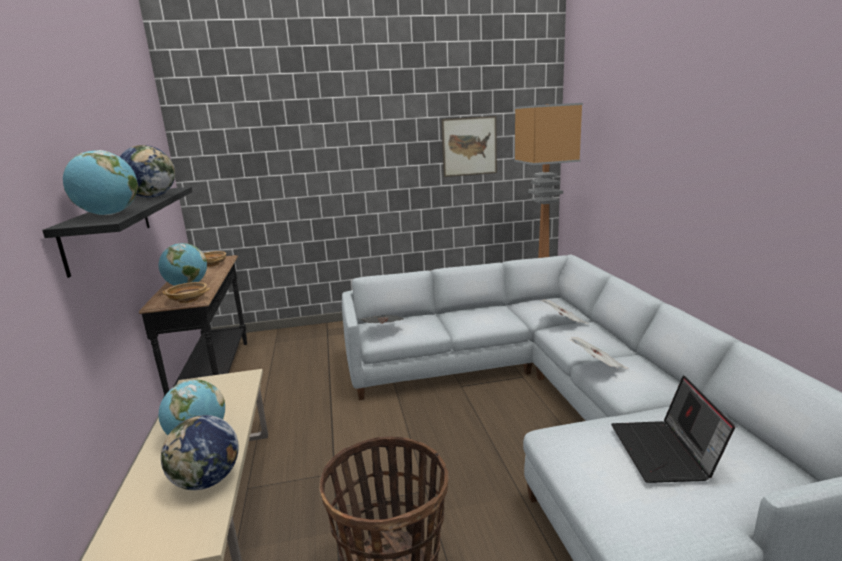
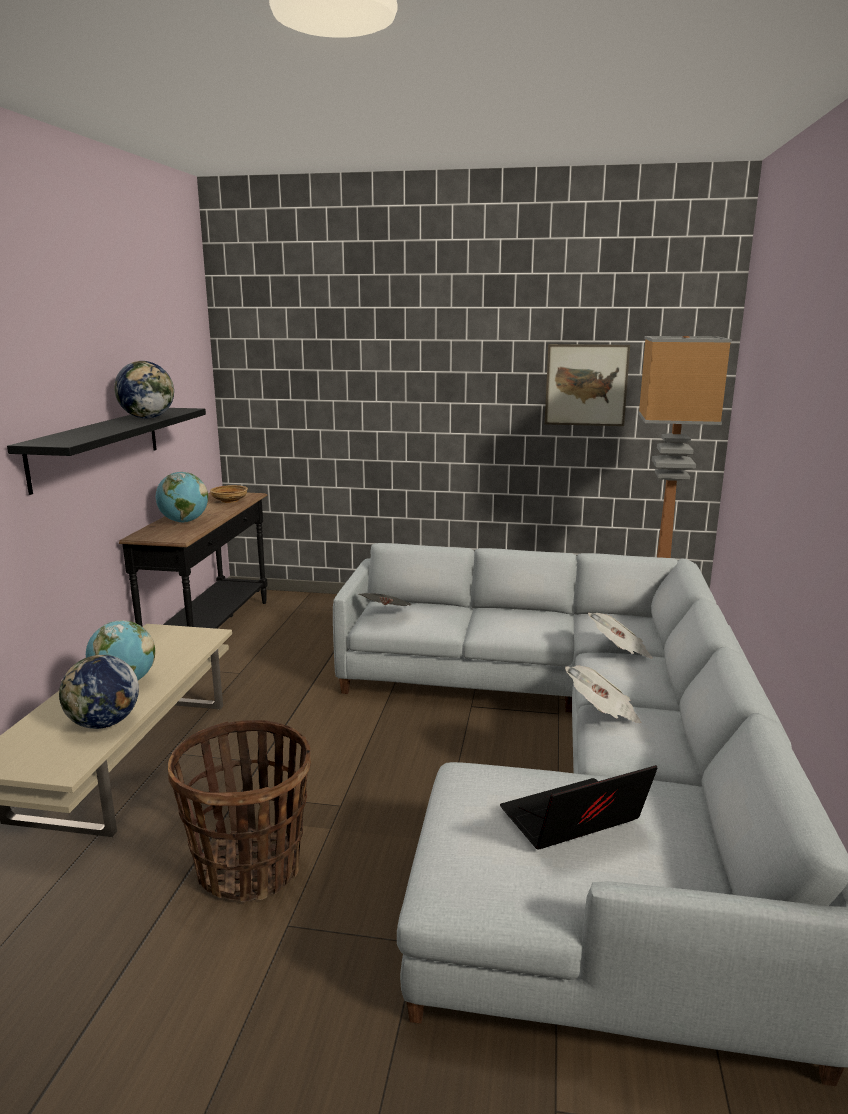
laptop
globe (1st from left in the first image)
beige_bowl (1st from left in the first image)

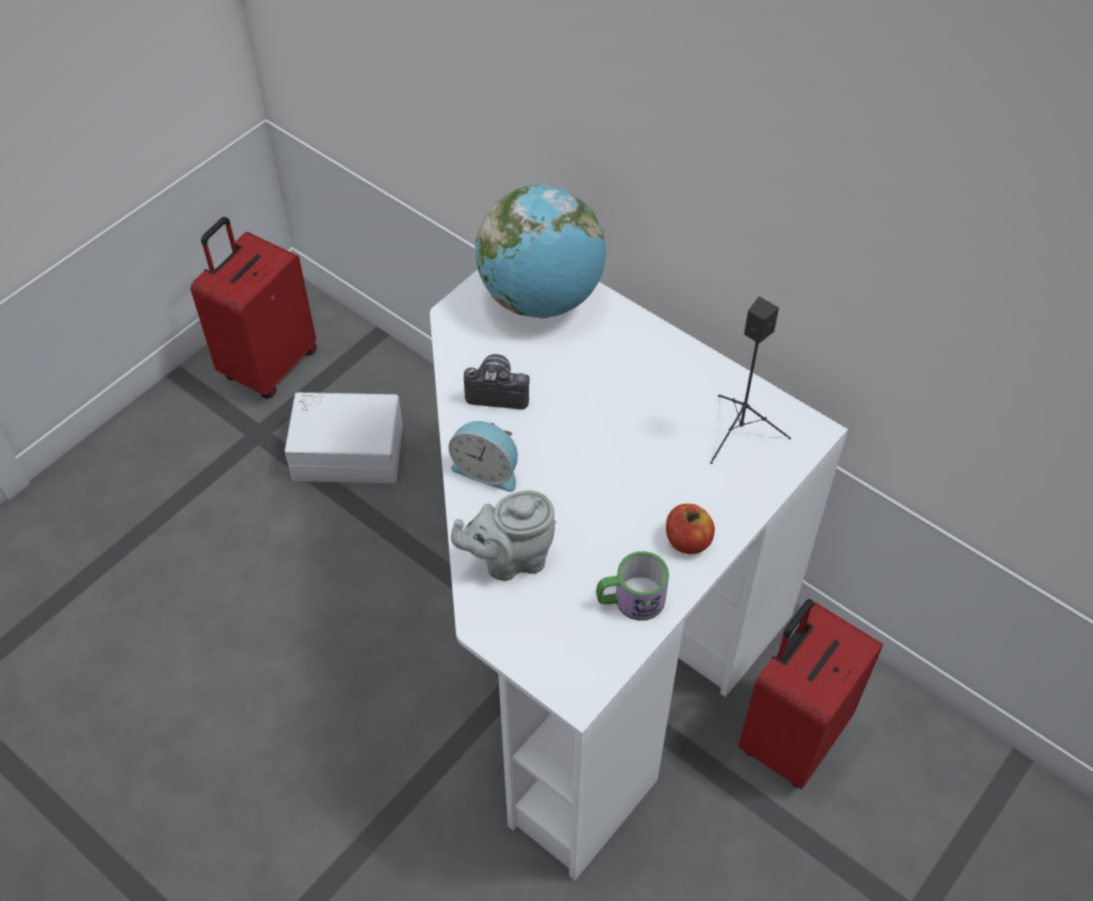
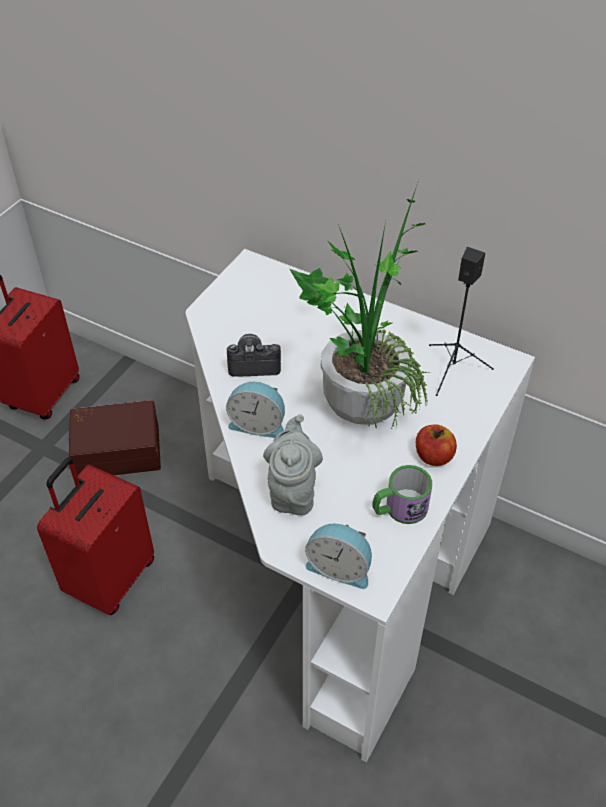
red_suitcase (2nd from left)
brown_storage_box
grey_teapot
potted_plant
alarm_clock (2nd from left)
globe

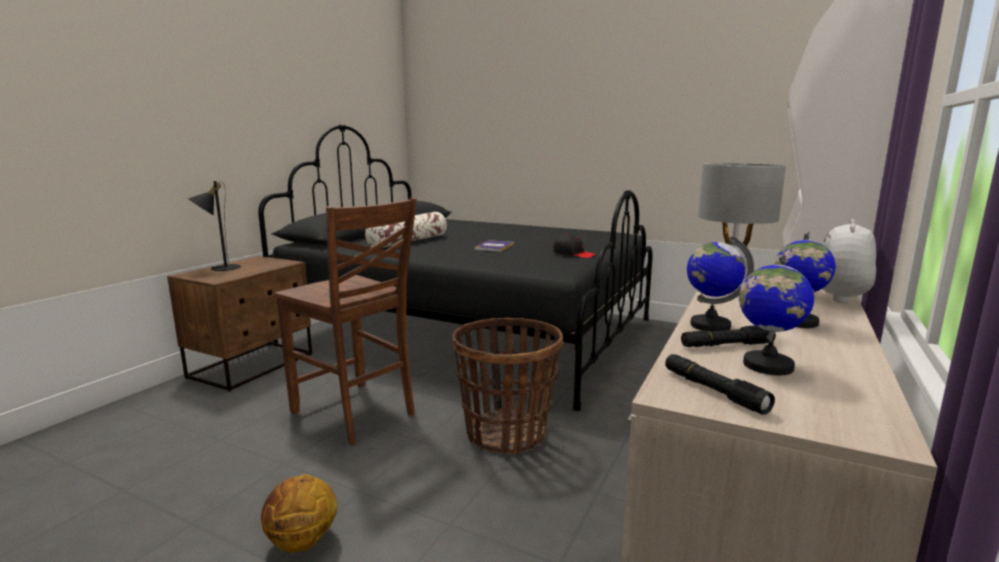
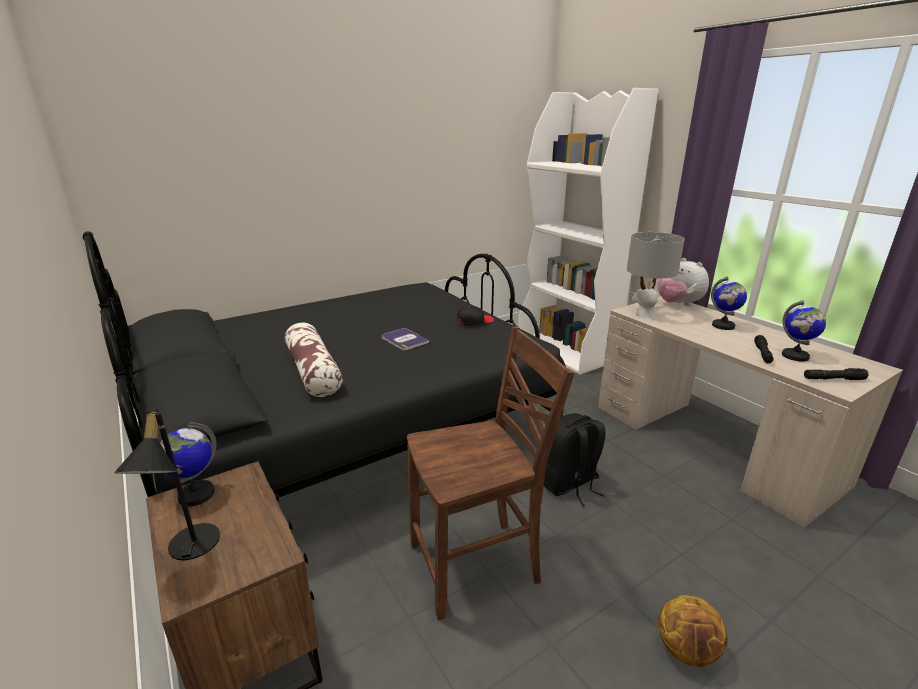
globe (1st from left)
black_backpack

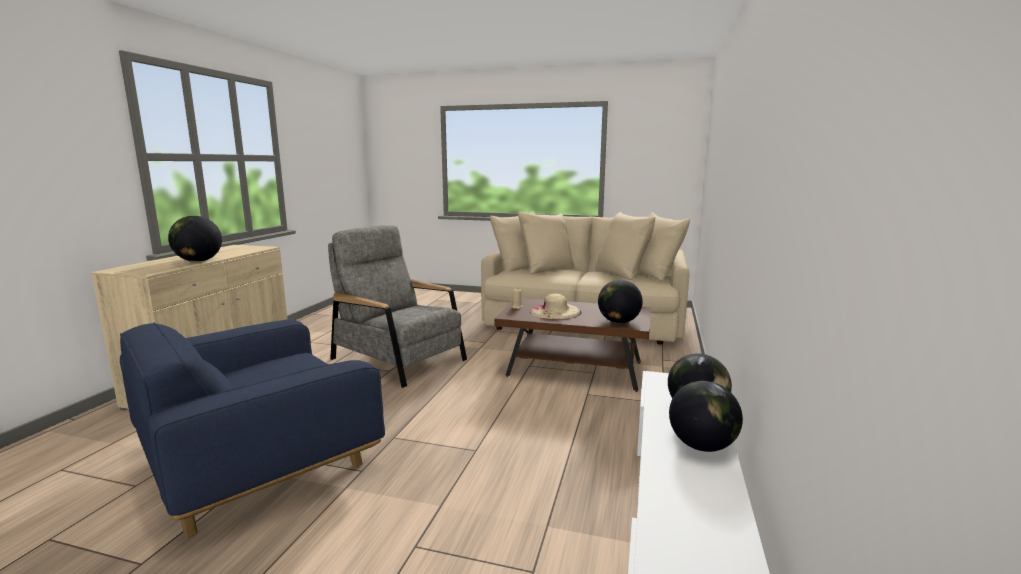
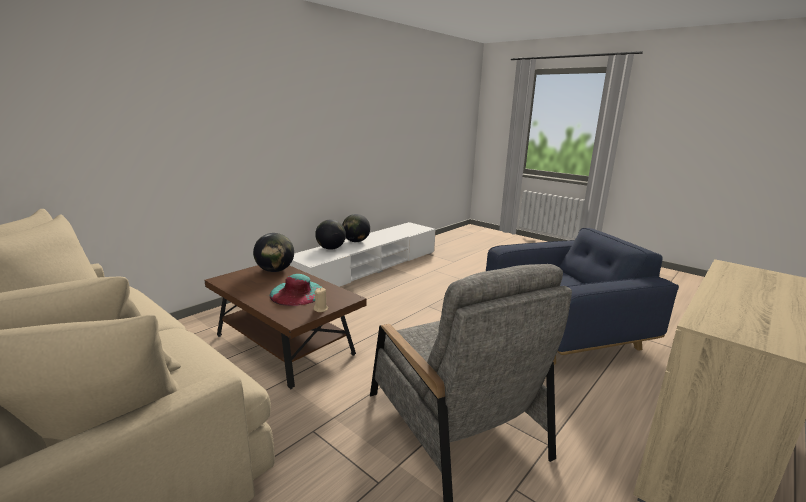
turquoise_hat
globe (1st from left in the first image)

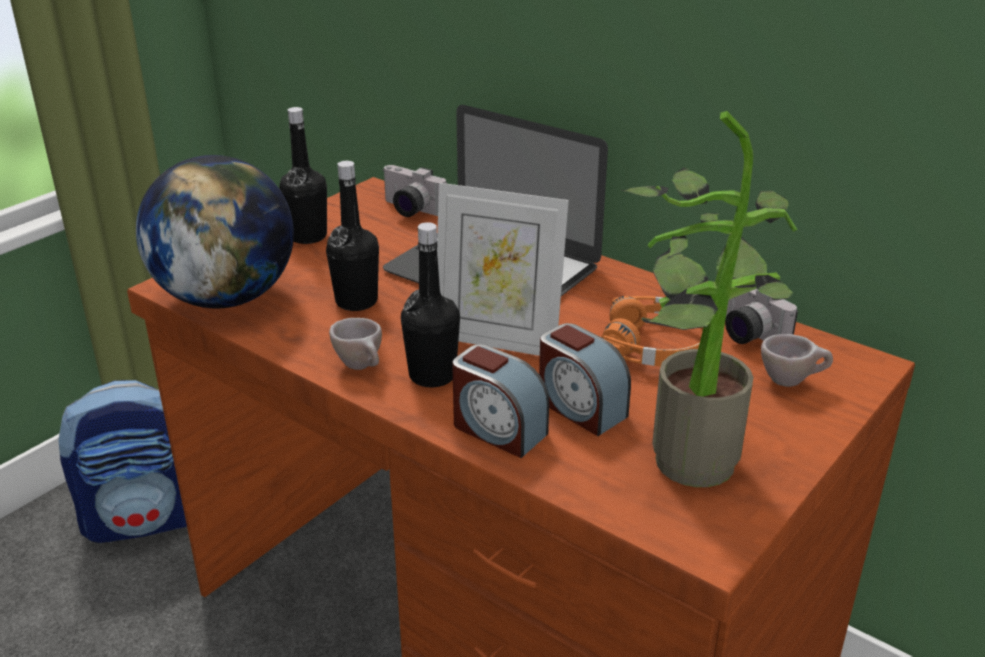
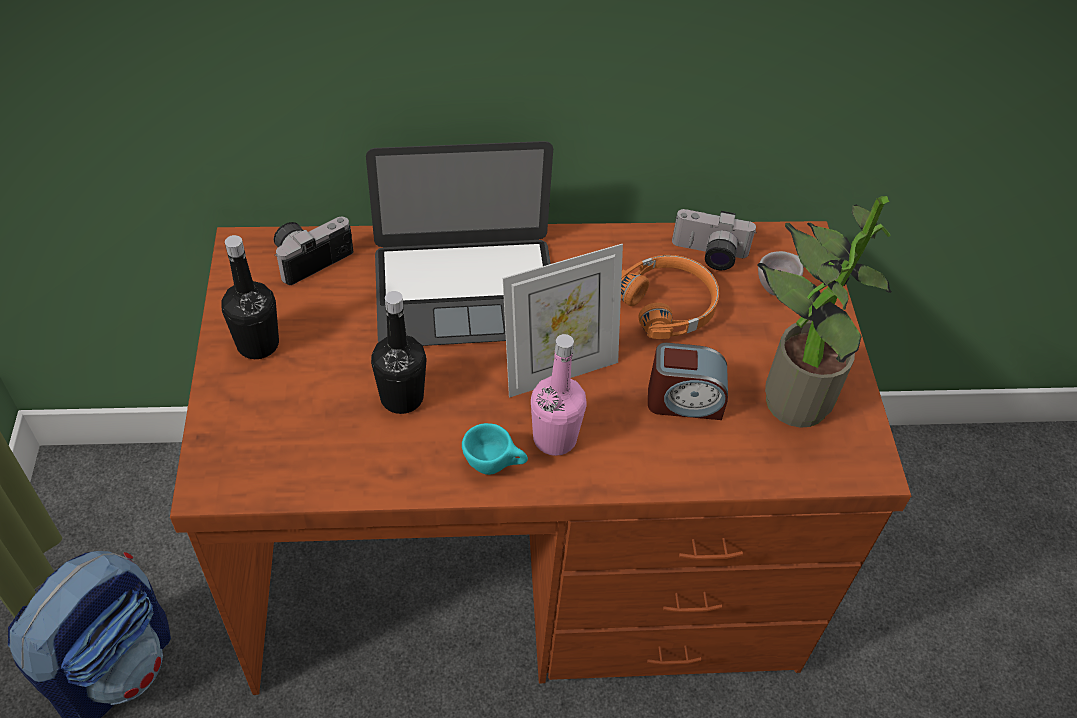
photo_camera (1st from left)
turquoise_cup
pink_bottle
globe
alarm_clock (1st from left in the first image)

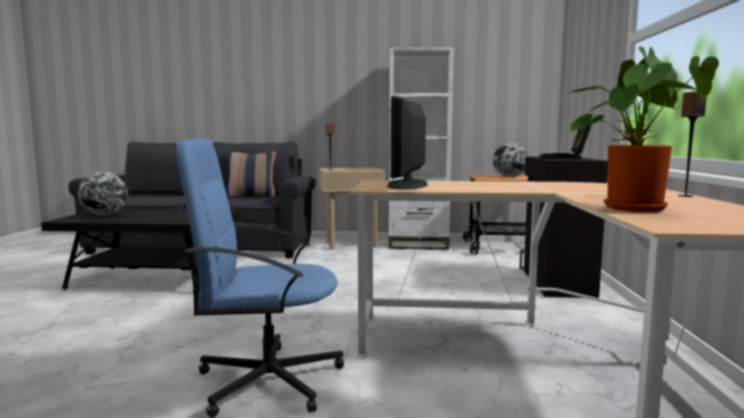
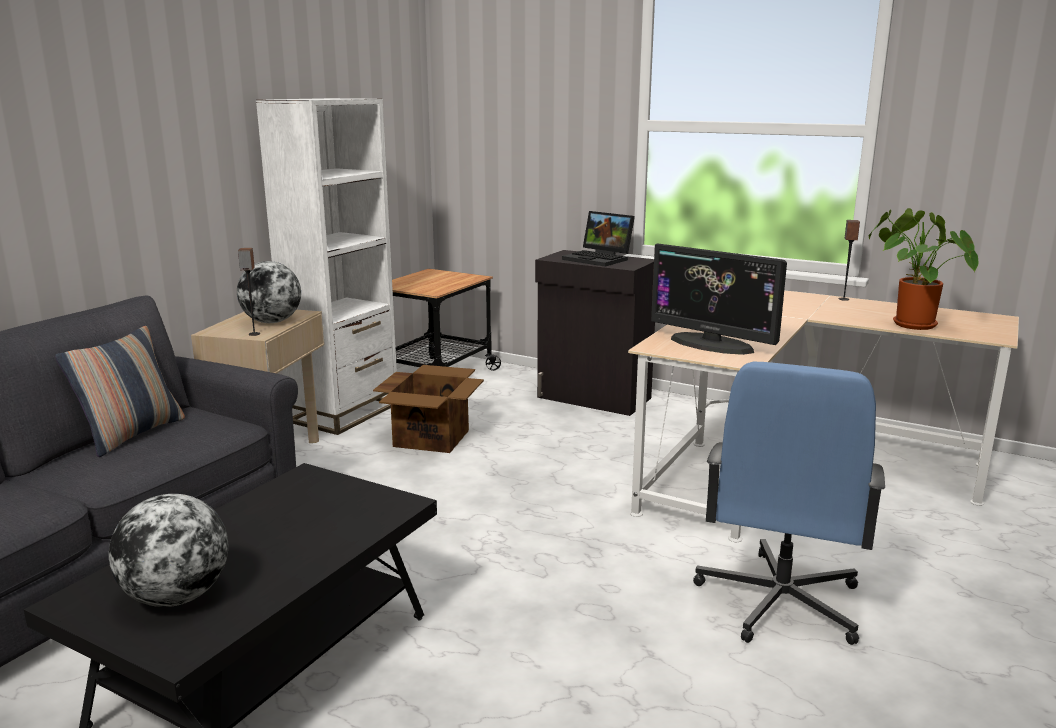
globe (2nd from left)
cardboard_box

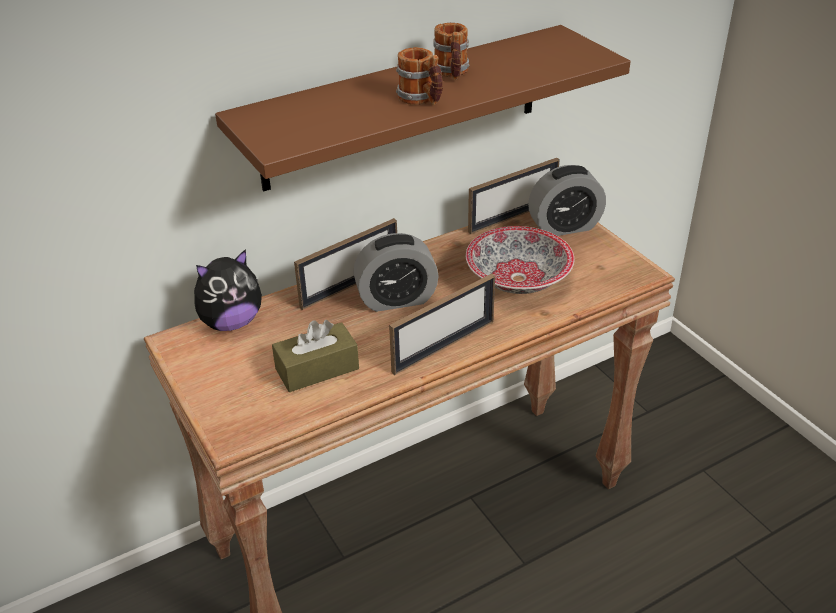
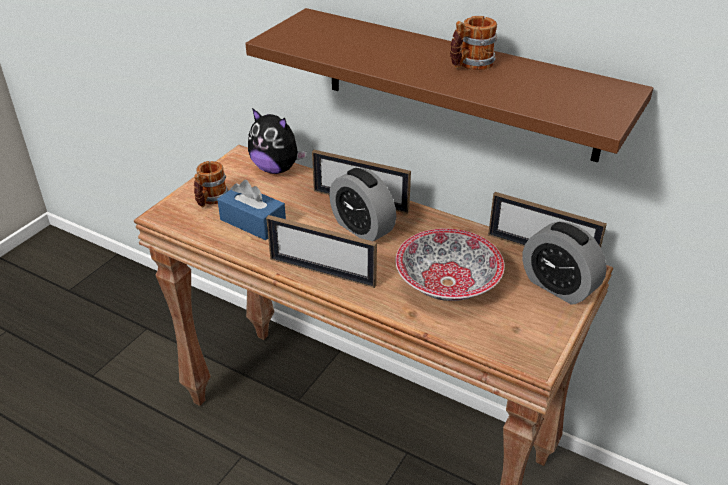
mug (1st from left)
blue_tissue_box

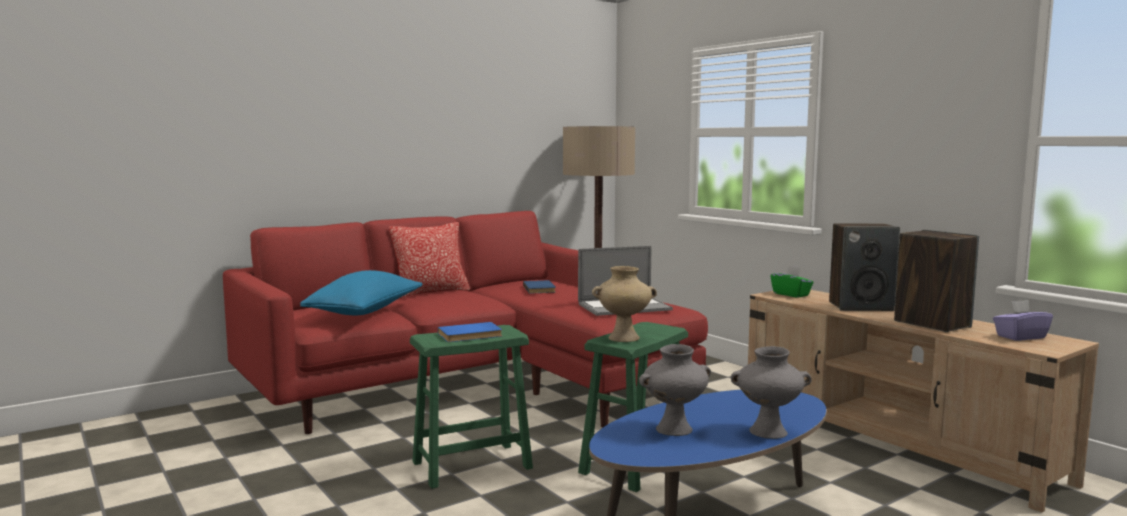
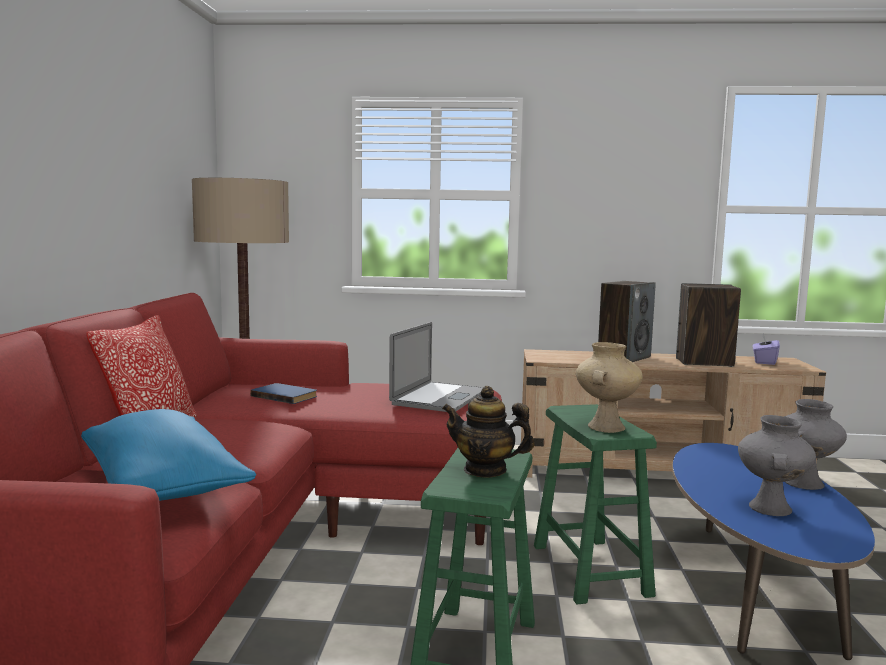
teapot
green_tissue_box

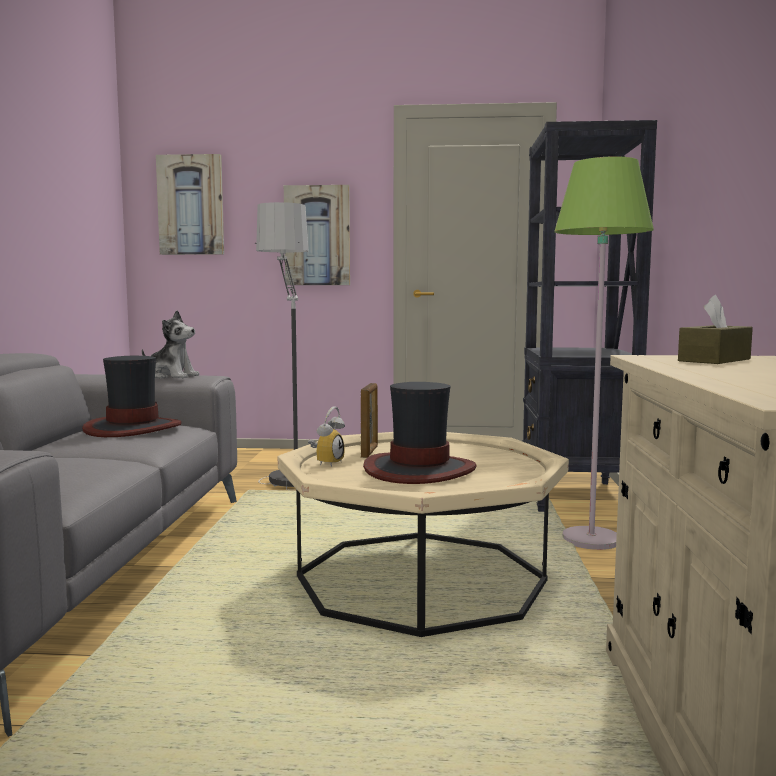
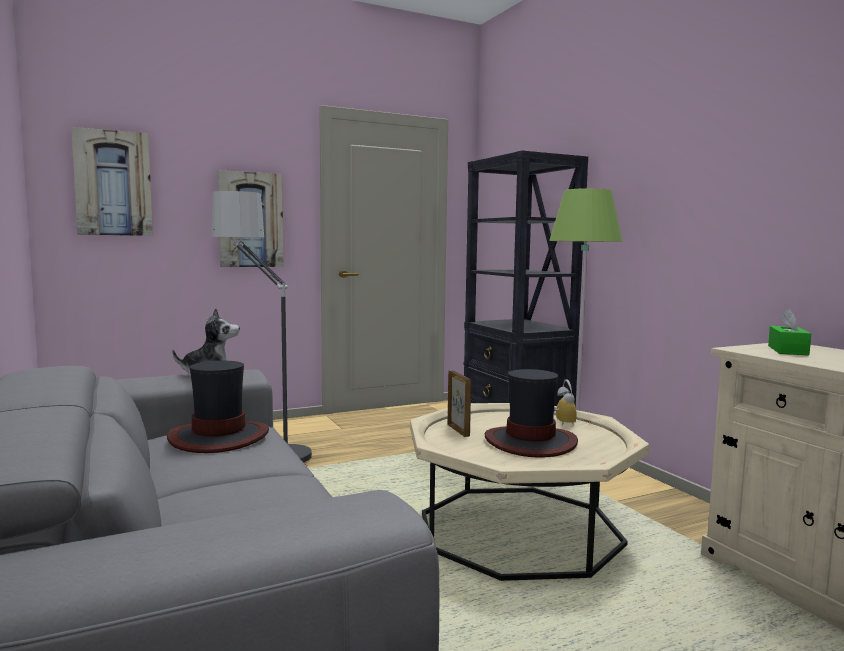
alarm_clock
green_tissue_box

